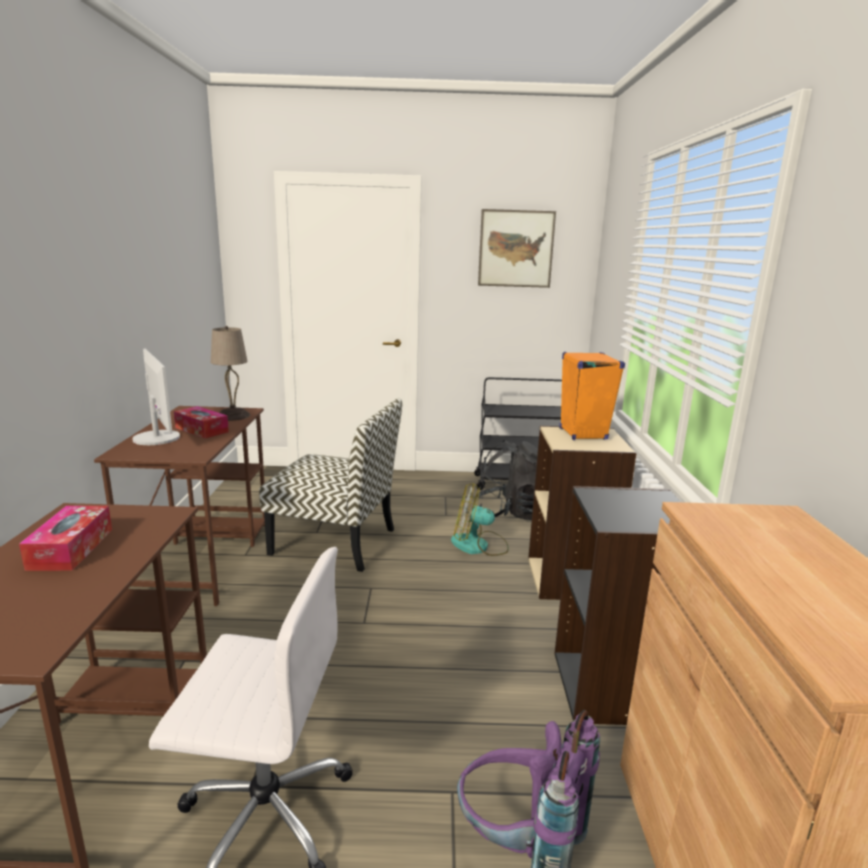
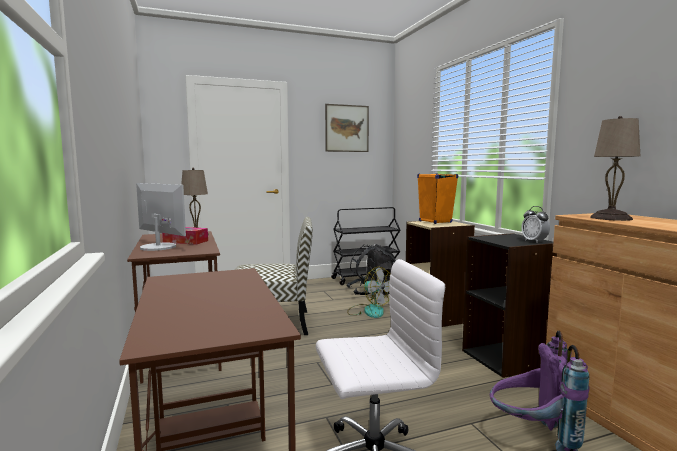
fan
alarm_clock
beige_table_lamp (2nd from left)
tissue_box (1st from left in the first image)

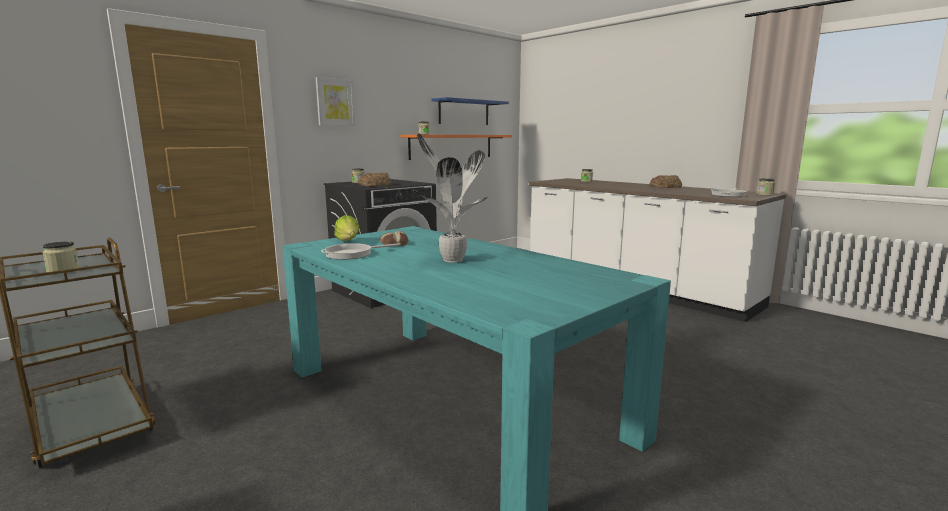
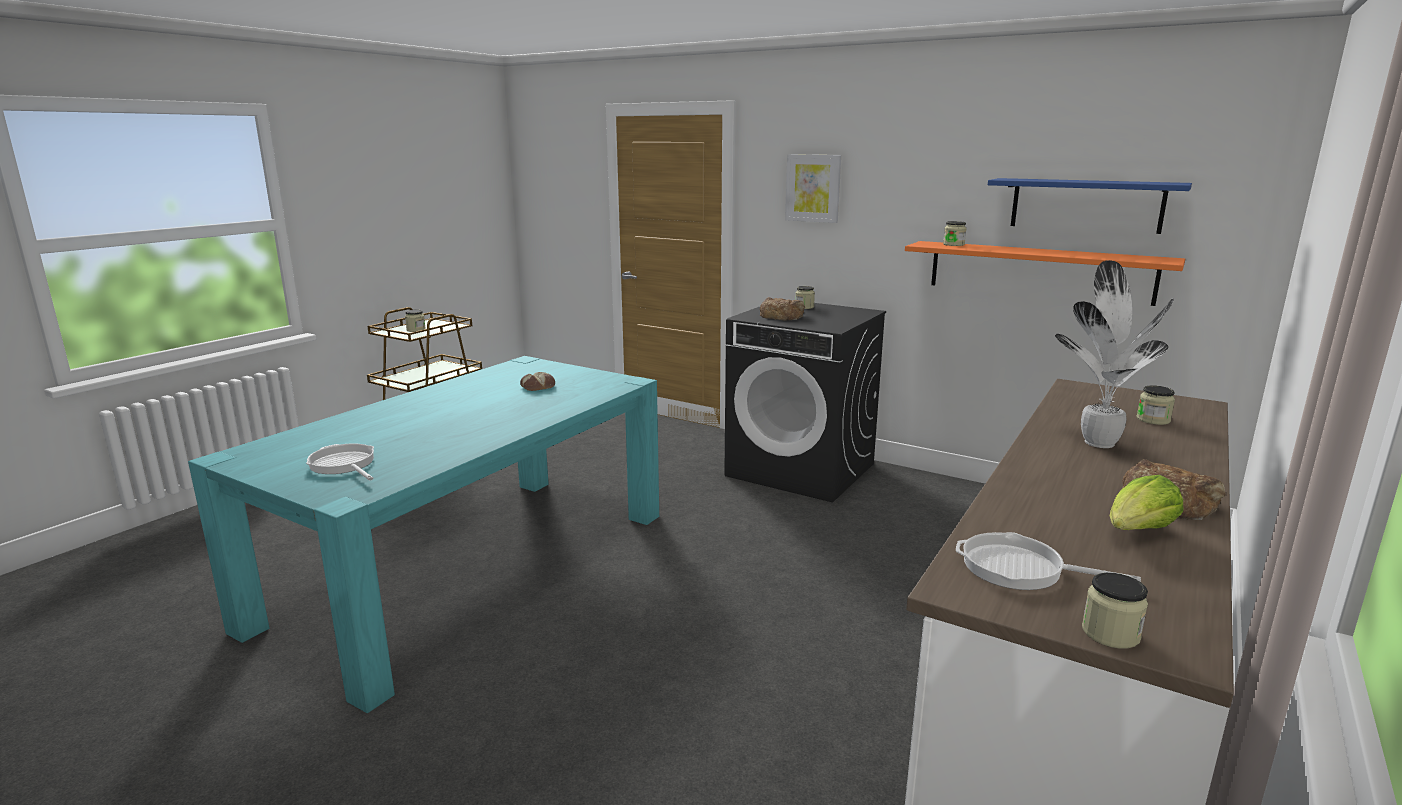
frying_pan (1st from left)
potted_plant
lettuce

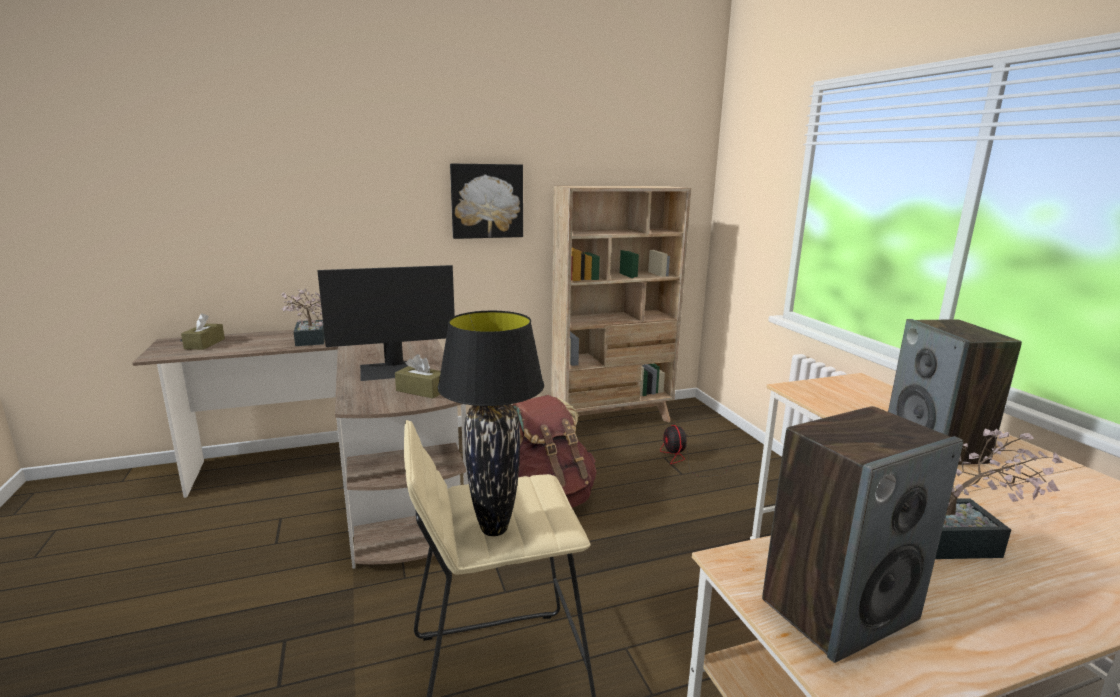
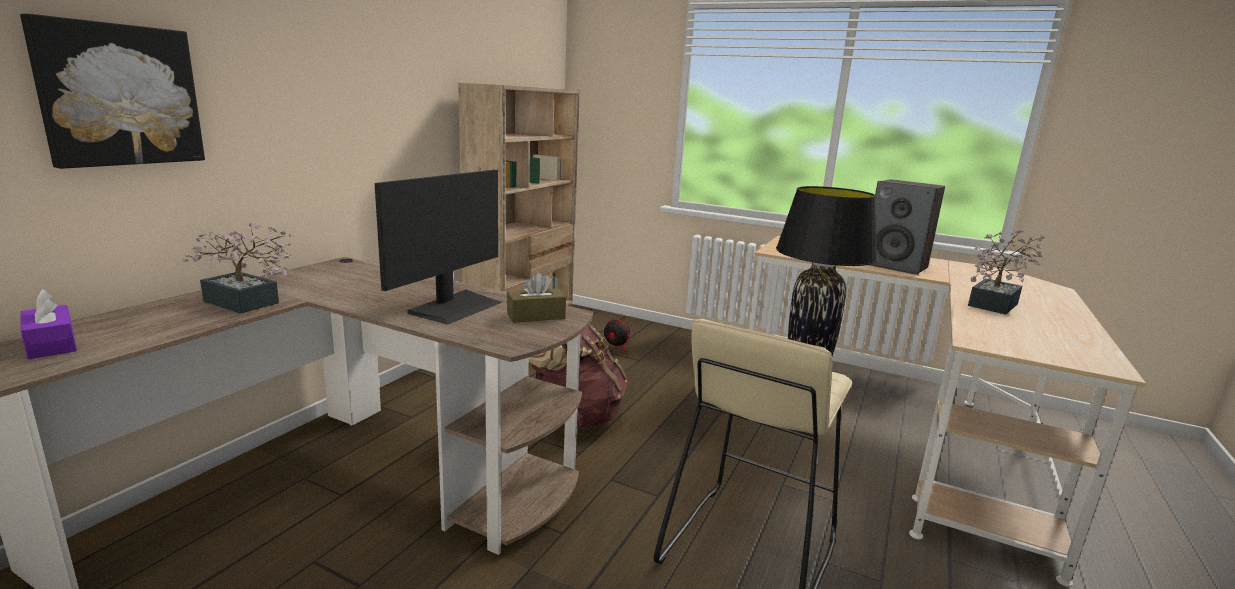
picture
purple_tissue_box
speaker (1st from left in the first image)

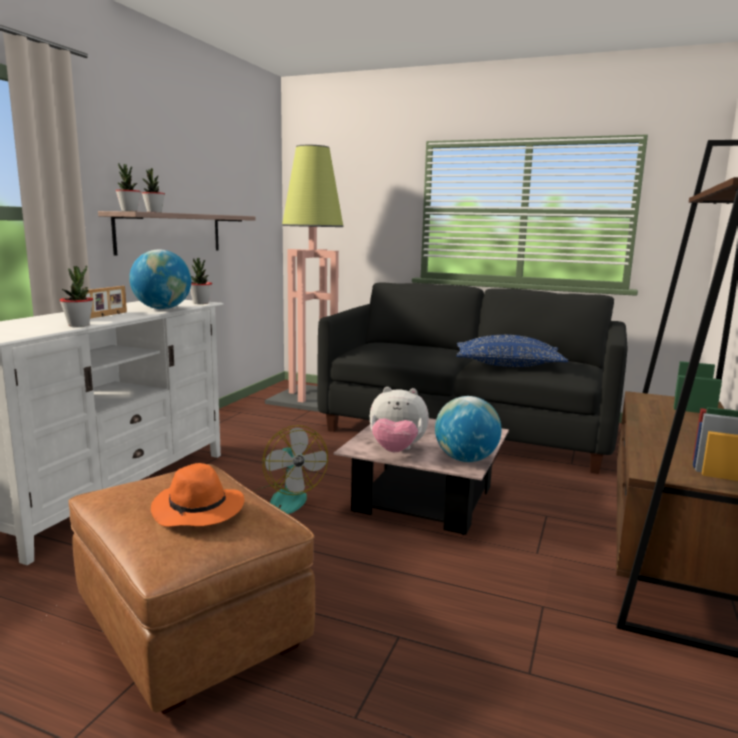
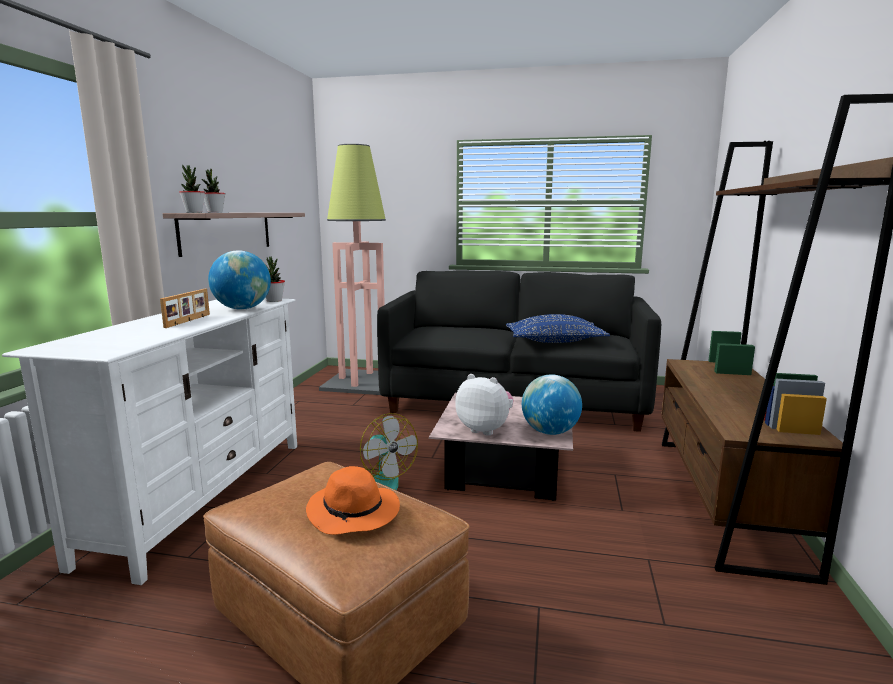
plush_toy
potted_plant (1st from left in the first image)

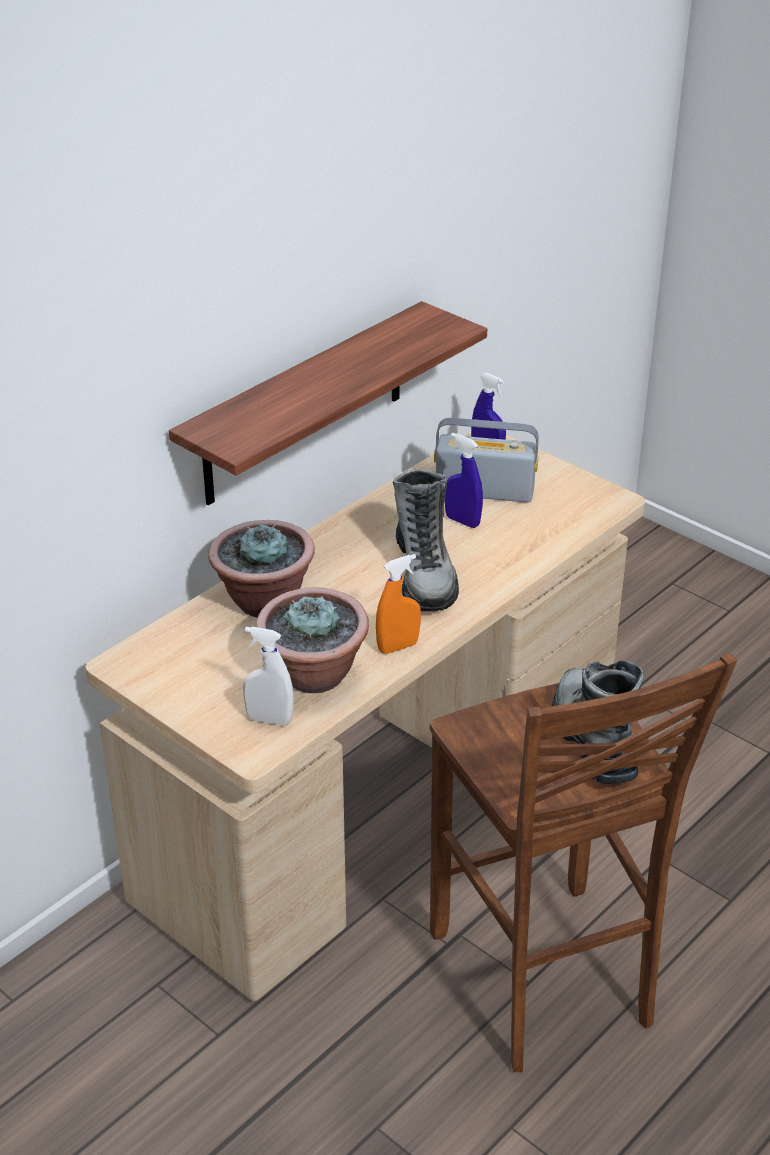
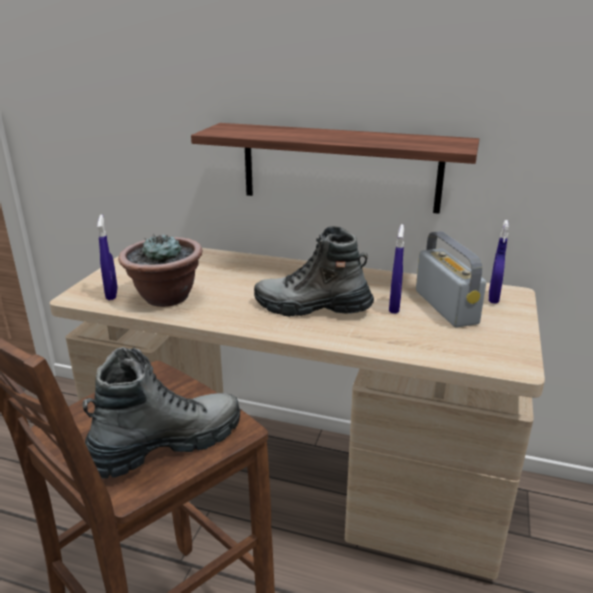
blue_spray_bottle (1st from left)
boot (2nd from left)
potted_plant (1st from left in the first image)
orange_spray_bottle

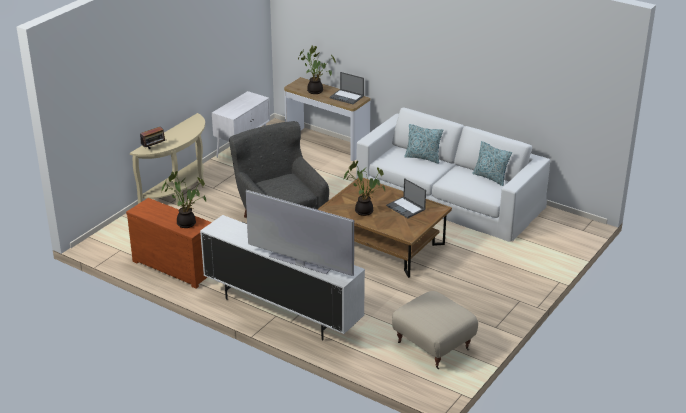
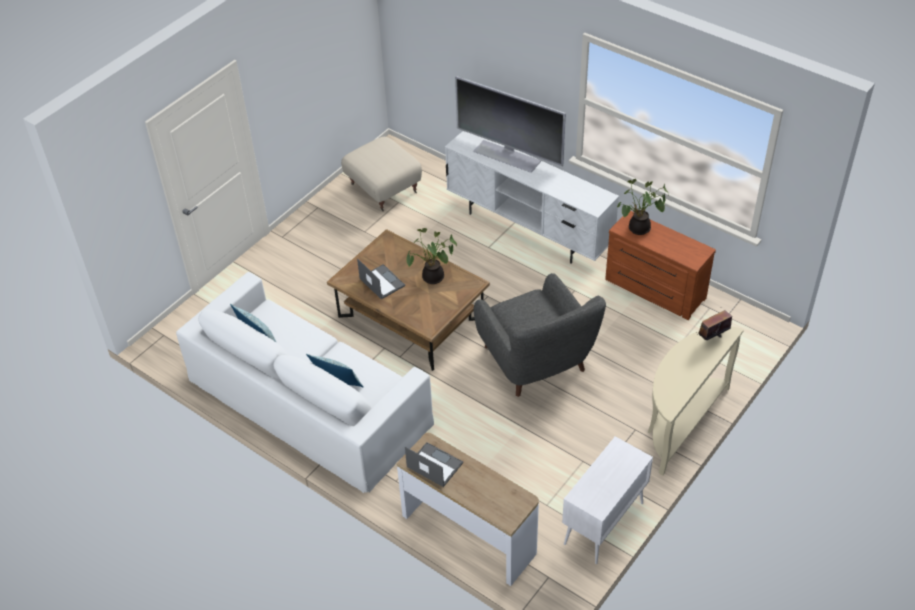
potted_plant (2nd from left in the first image)

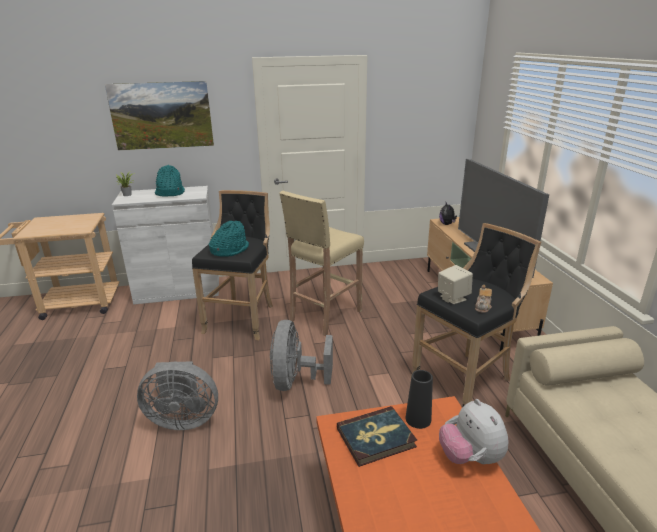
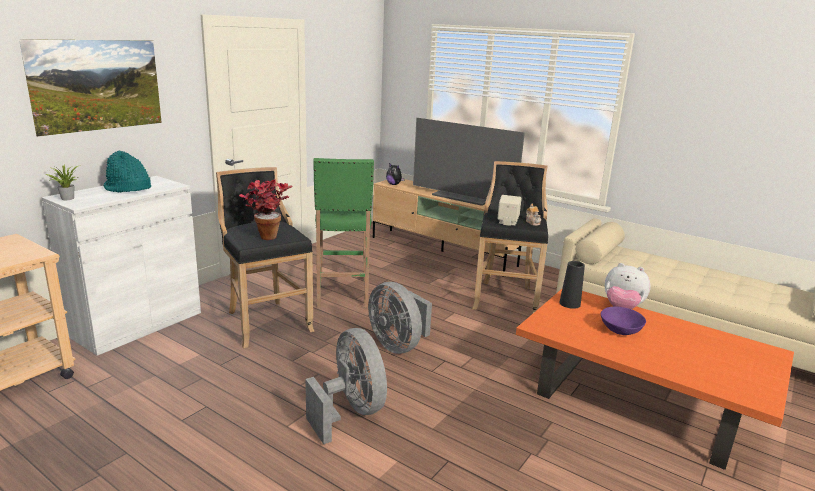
potted_plant (2nd from left)
grey_fan (1st from left)
green_stool
purple_bowl
book

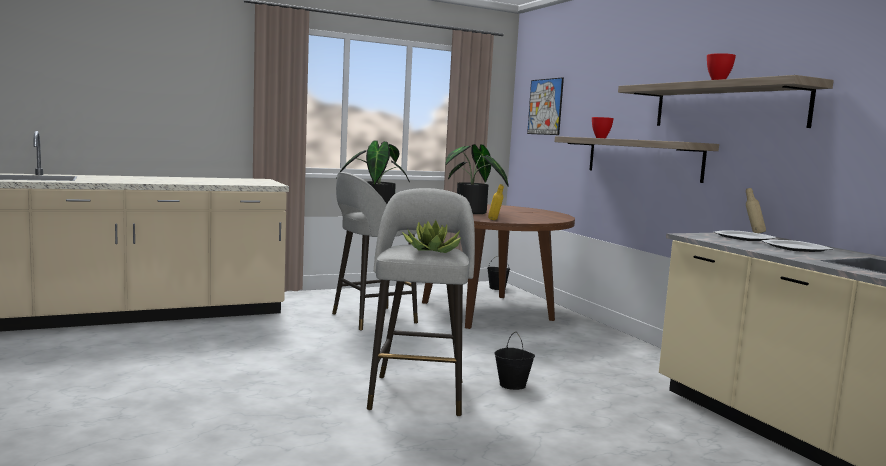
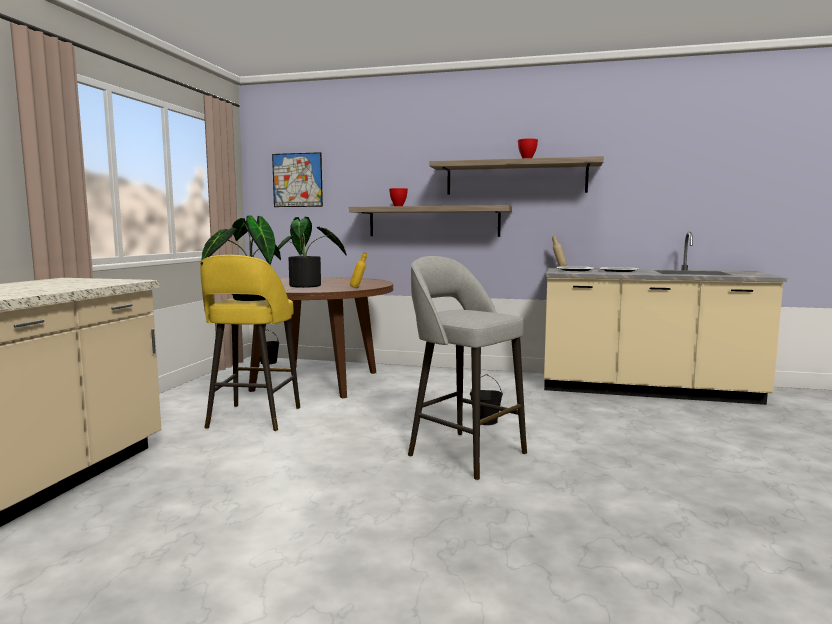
yellow_stool
potted_plant (2nd from left in the first image)

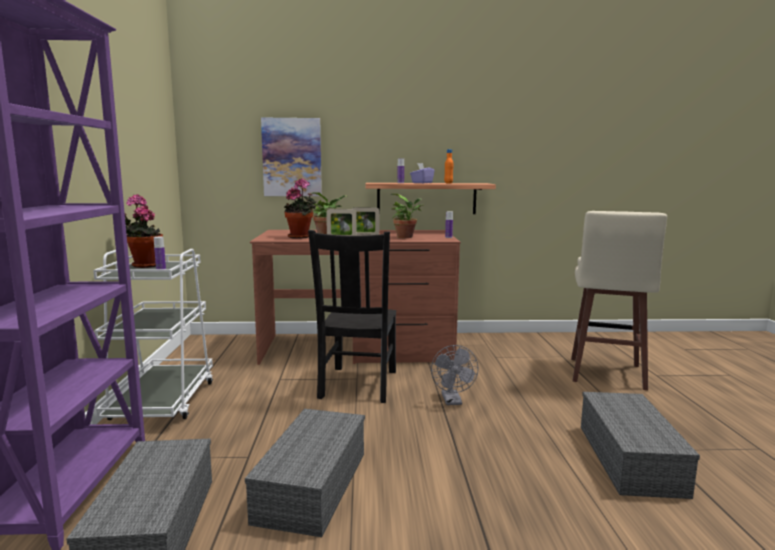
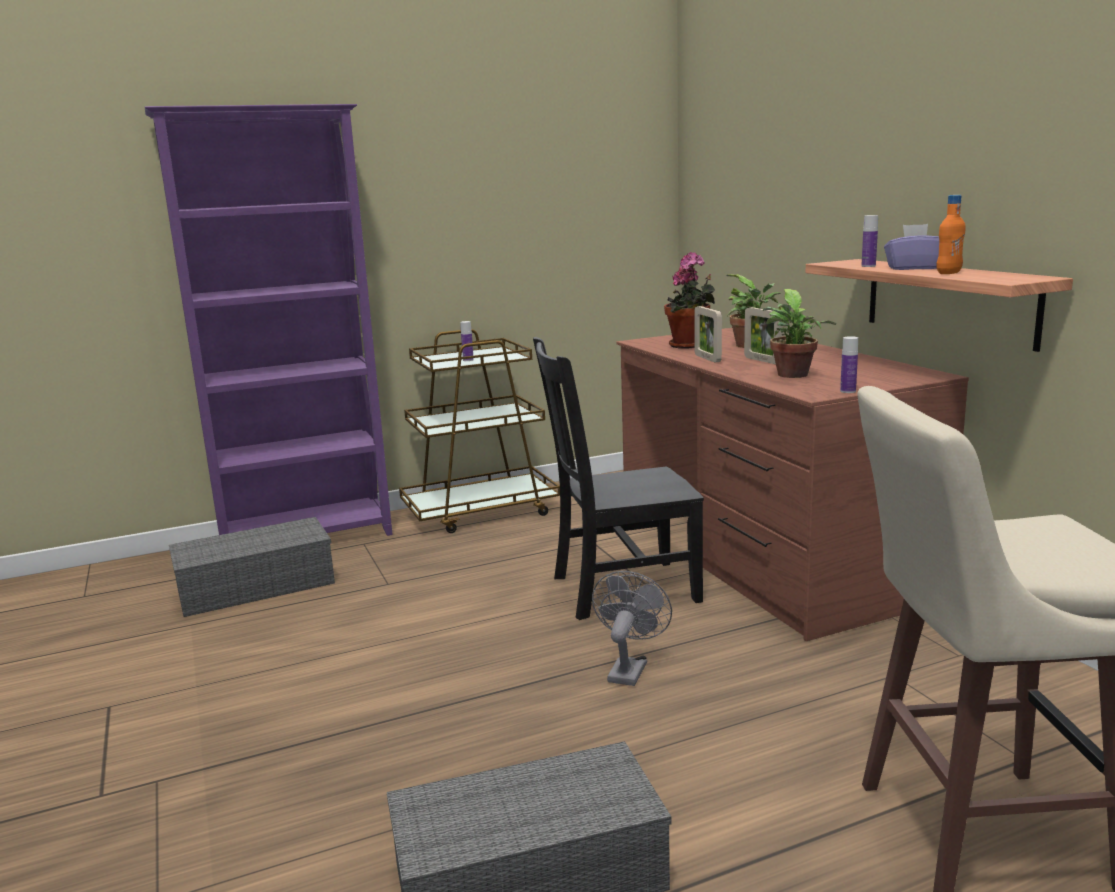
brown_cart
grey_fan
potted_plant (1st from left in the first image)
grey_storage_box (2nd from left in the first image)
picture

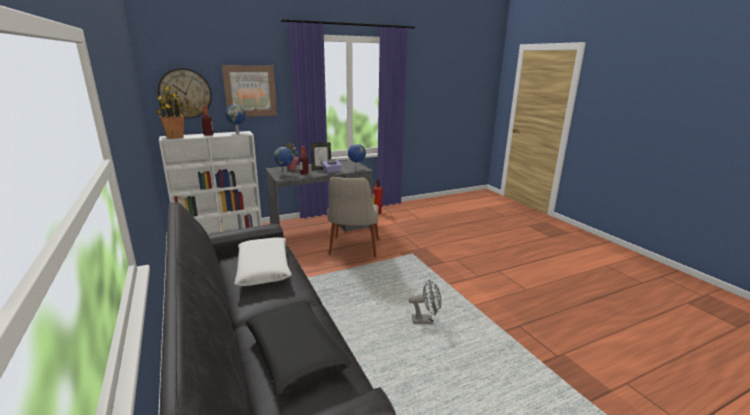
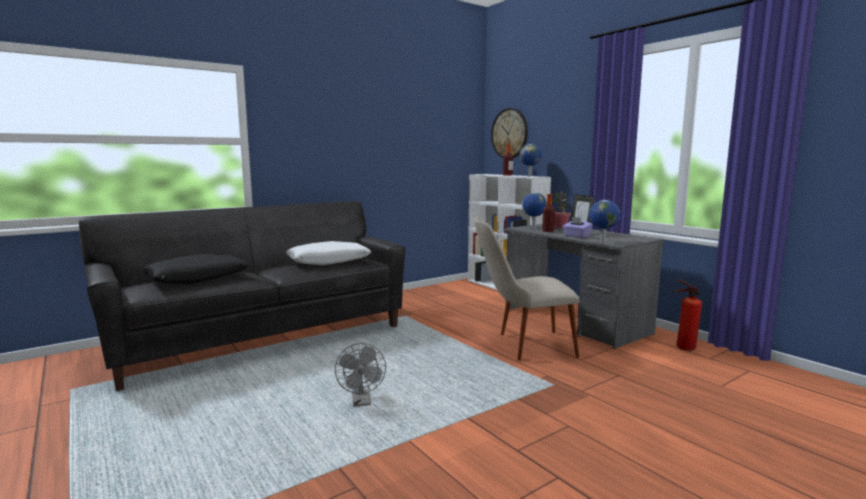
potted_plant (1st from left in the first image)
picture

